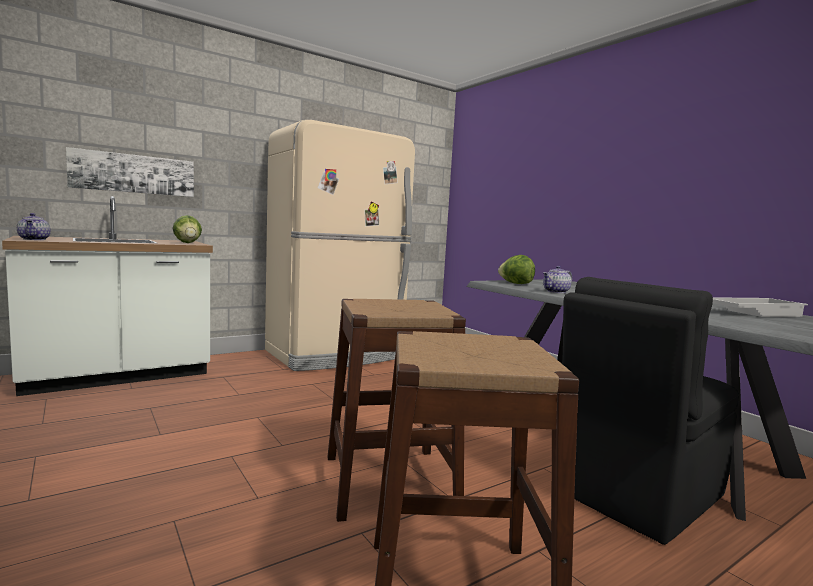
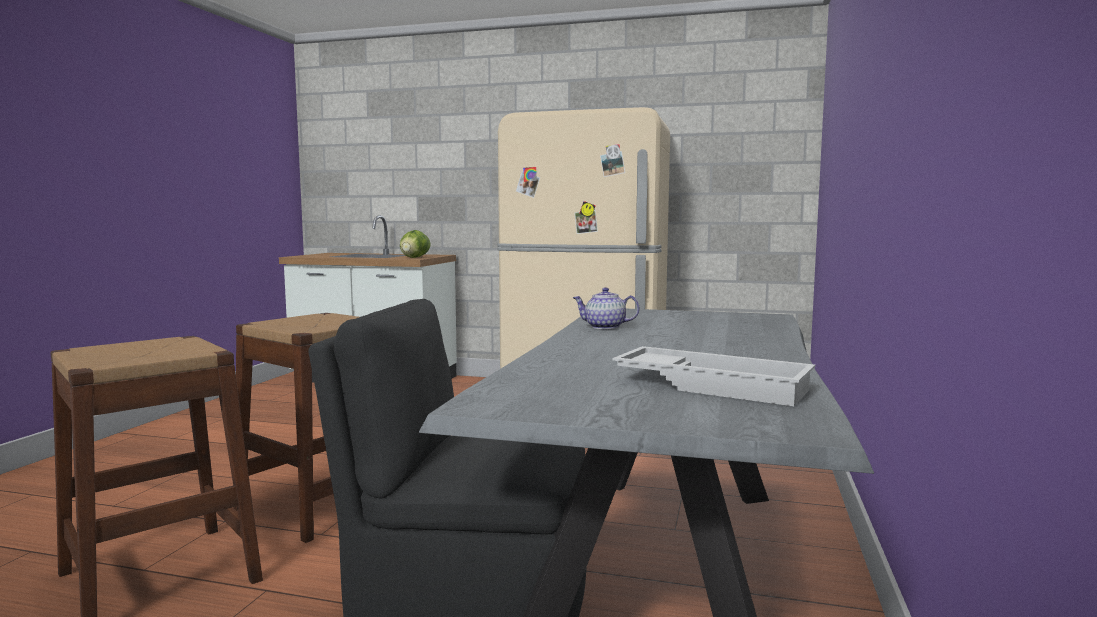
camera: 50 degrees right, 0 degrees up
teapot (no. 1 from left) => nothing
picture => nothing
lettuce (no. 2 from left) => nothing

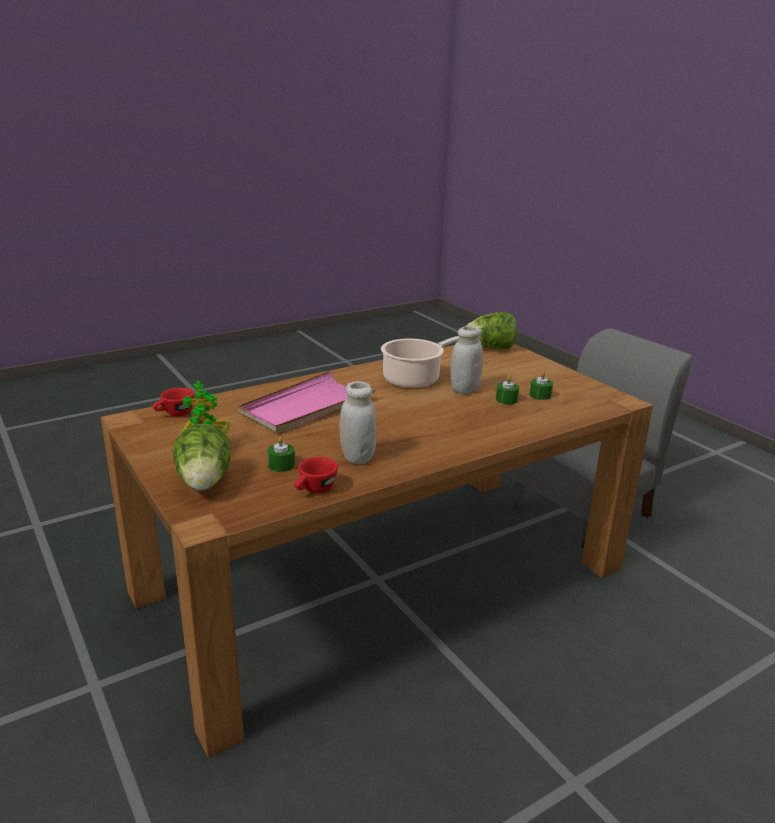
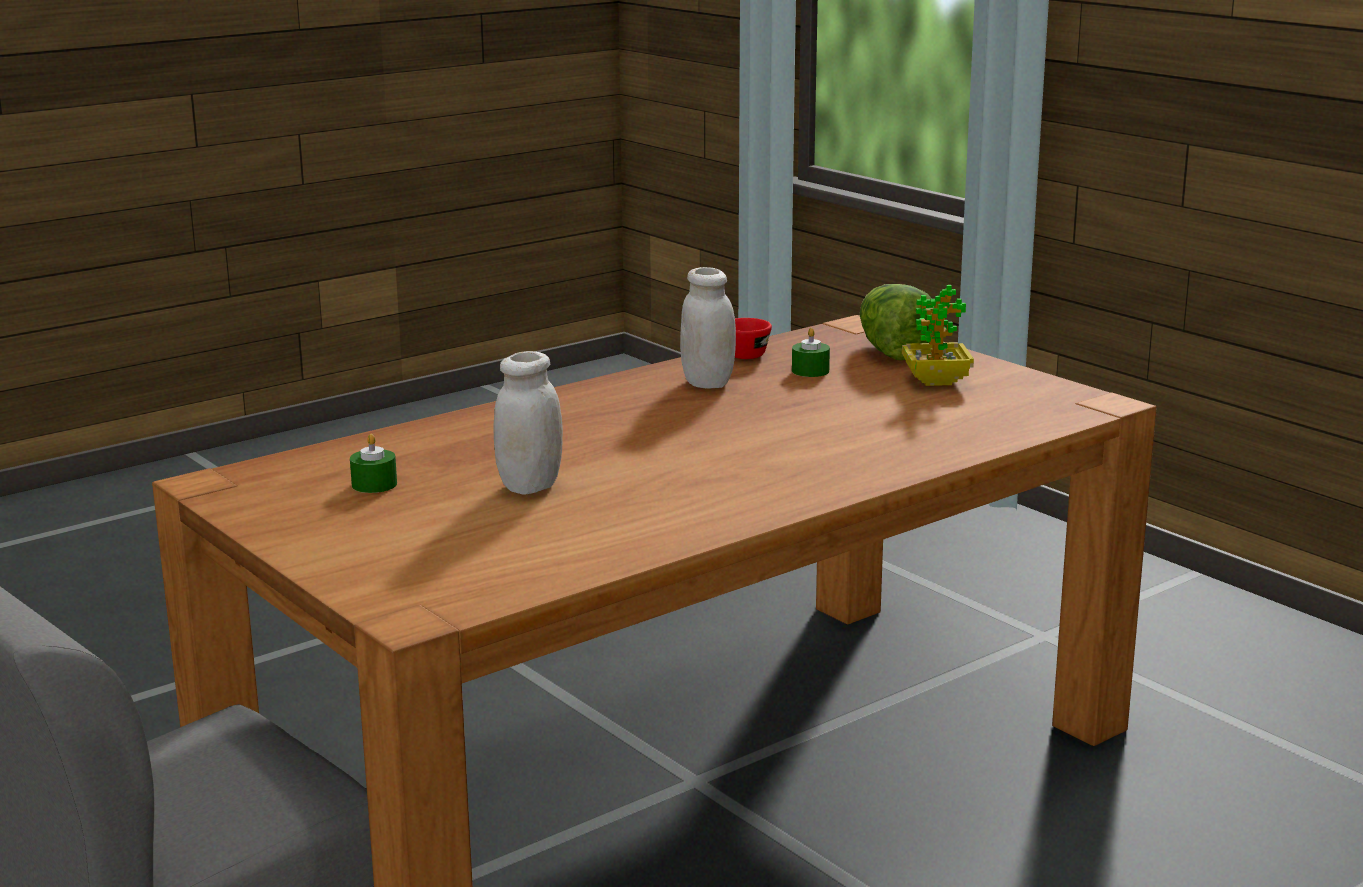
camera: 175 degrees right, 5 degrees down
cup (red) (no. 1 from left) => nothing
tray (pink) => nothing
cooking pot => nothing
lettuce (no. 2 from left) => nothing
candle (green) (no. 2 from left) => nothing

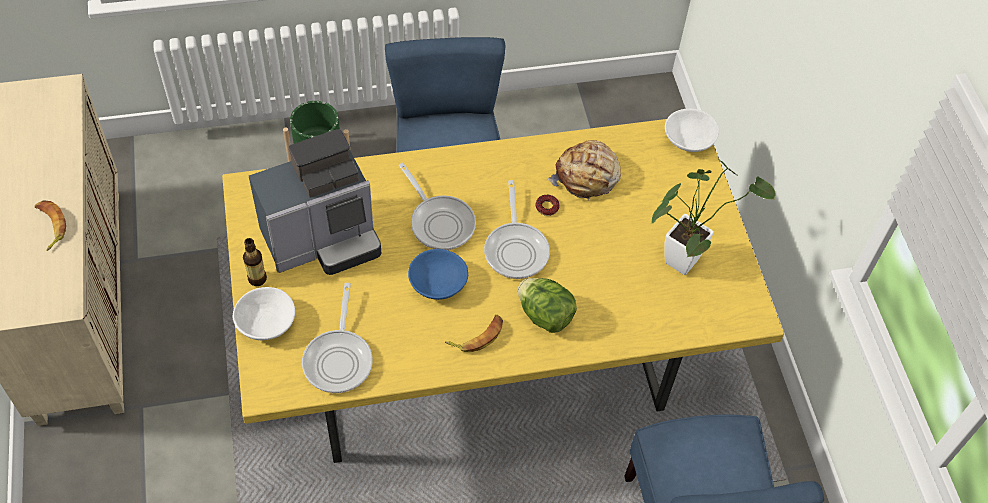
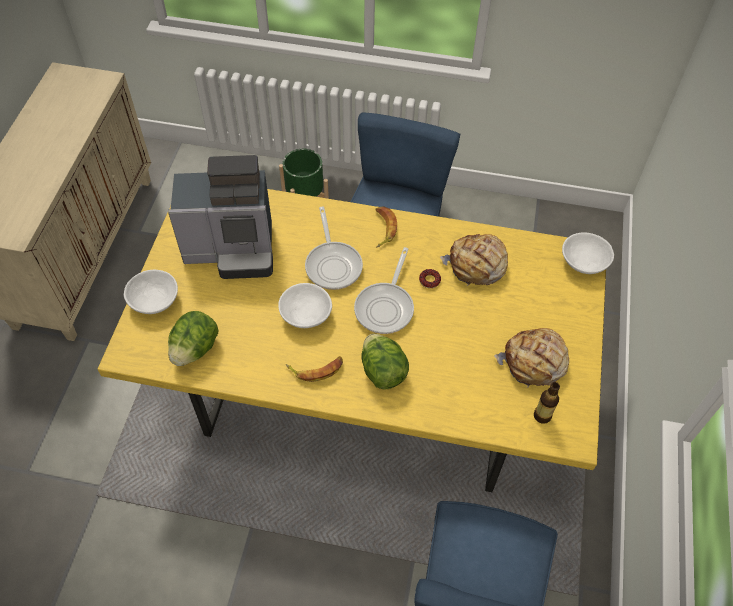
camera: 25 degrees right, 0 degrees up
banana (no. 1 from left in the first image) => banana (no. 2 from left), shifted
bottle, shifted
frying pan (no. 1 from left) => lettuce (no. 1 from left)
potted plant => bread (no. 2 from left)
bowl (blue) => bowl (white) (no. 2 from left)

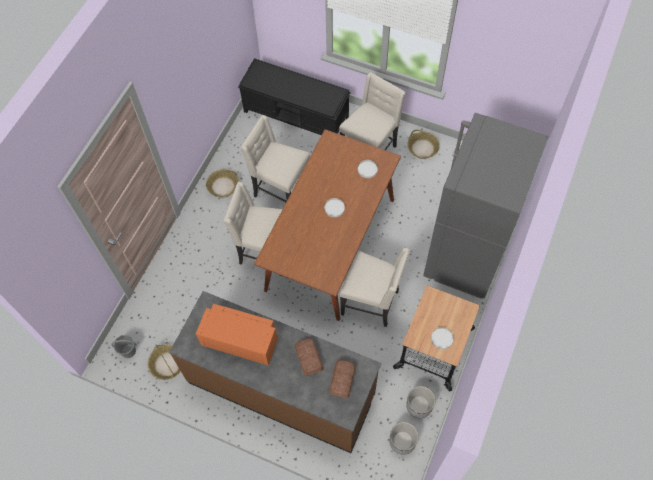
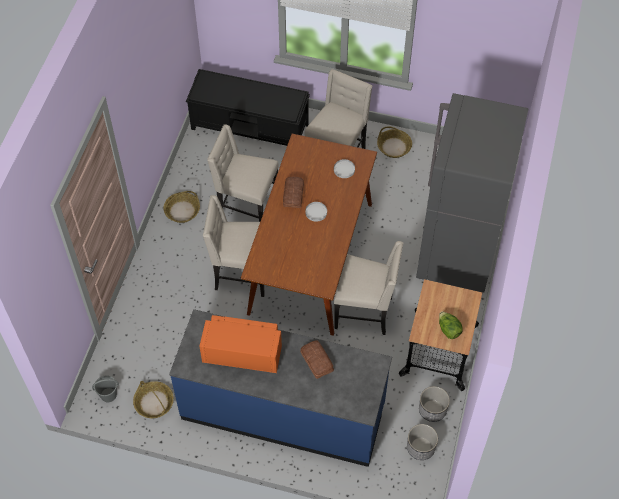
camera: 10 degrees left, 5 degrees down
bread (no. 2 from left in the first image) => bread (no. 1 from left), shifted
plate (white) (no. 3 from left) => lettuce
counter (brown) => counter (blue)

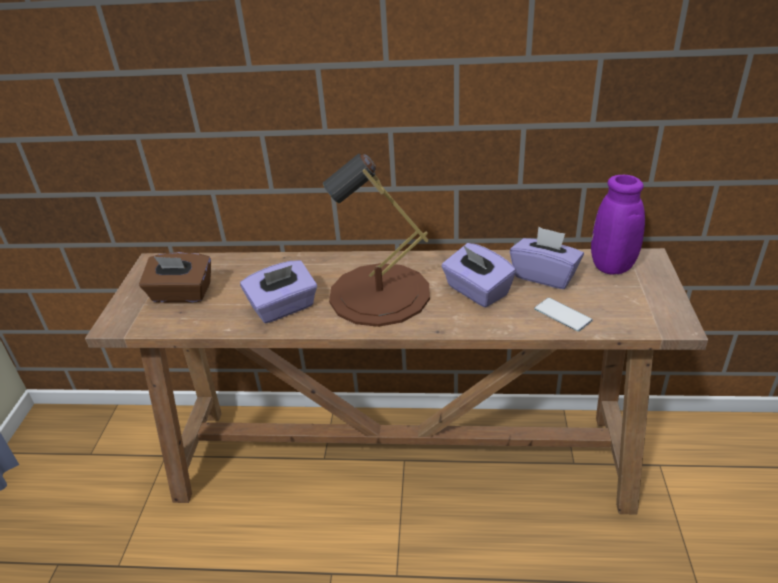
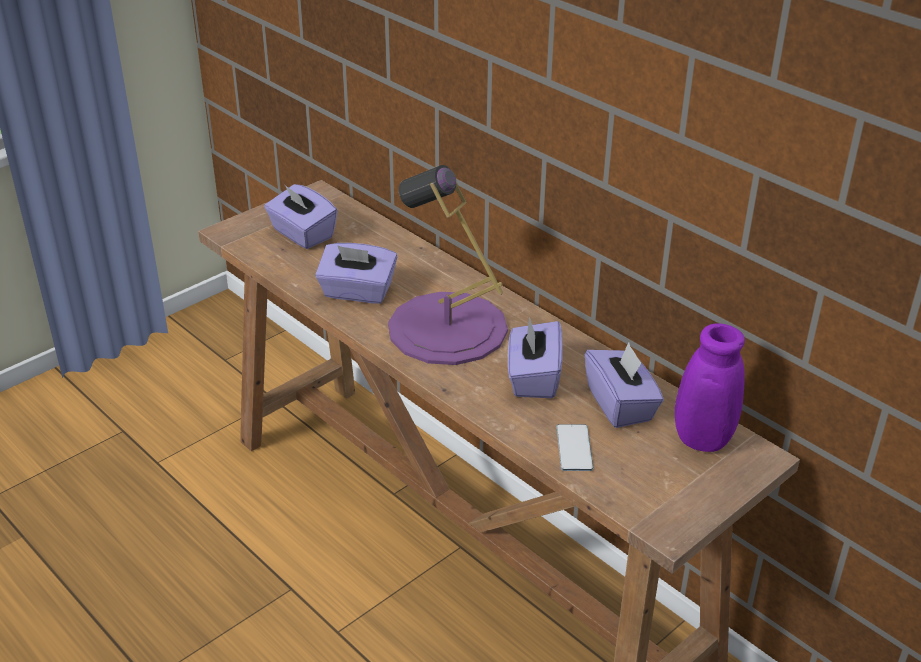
camera: 40 degrees right, 0 degrees up
tissue box (brown) => tissue box (purple) (no. 1 from left)
table lamp (brown) => table lamp (purple)

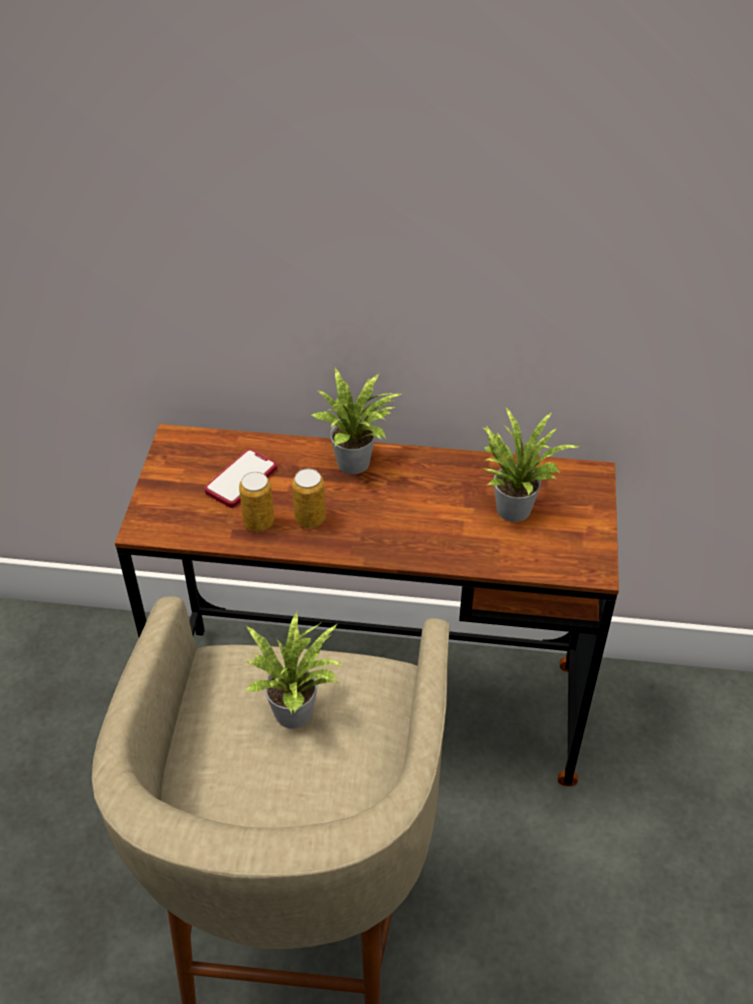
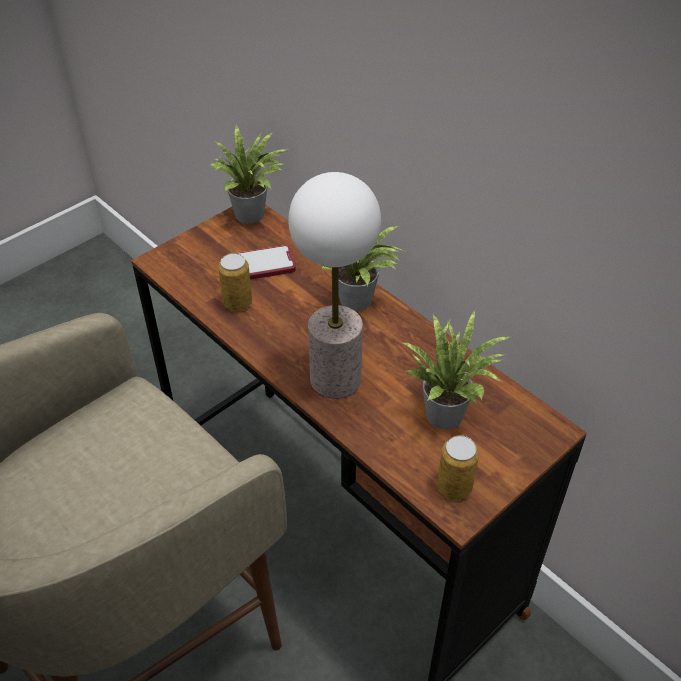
camera: 40 degrees right, 0 degrees up
nothing => table lamp
potted plant (no. 1 from left), shifted
can (no. 2 from left), shifted

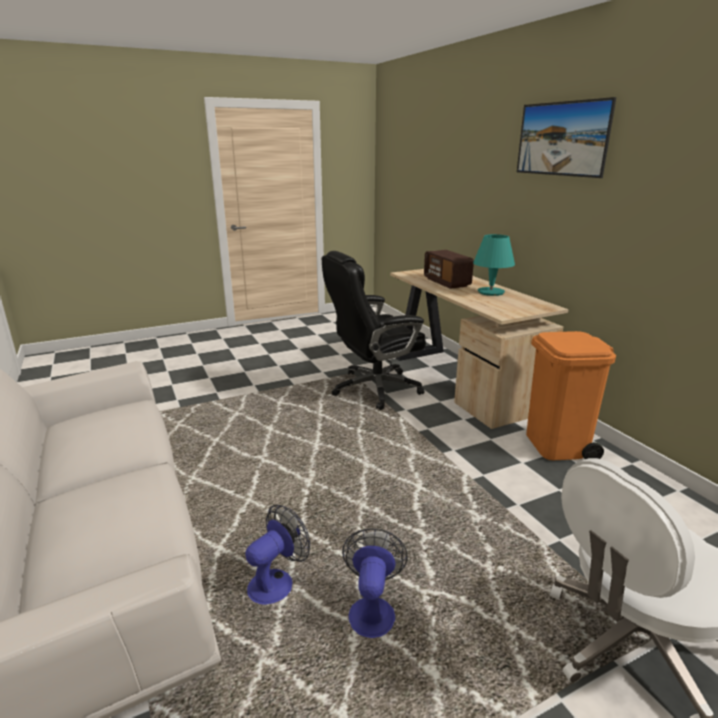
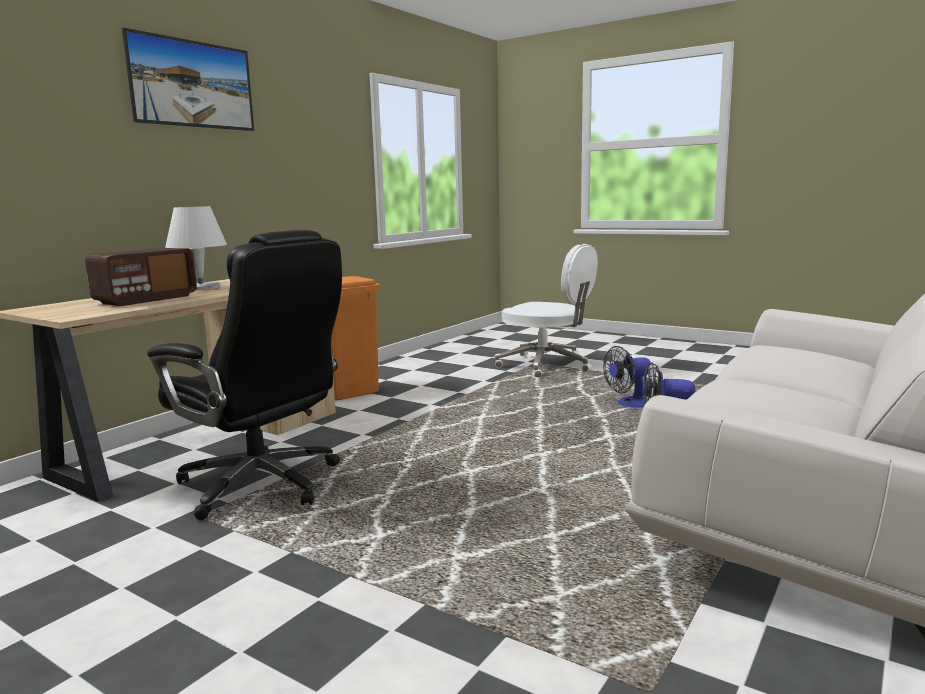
camera: 120 degrees left, 10 degrees down
table lamp (turquoise) => table lamp (white)

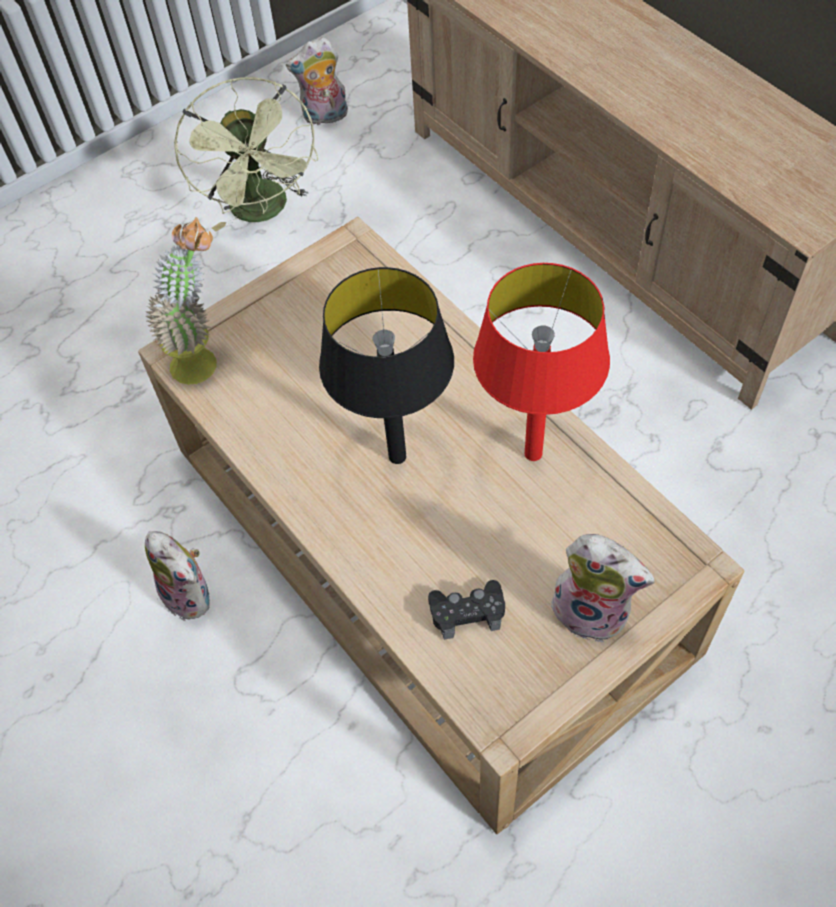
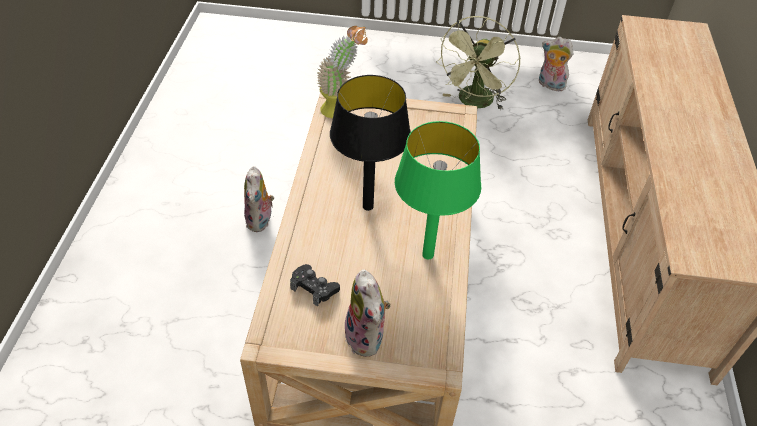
camera: 40 degrees right, 10 degrees down
table lamp (red) => table lamp (green)

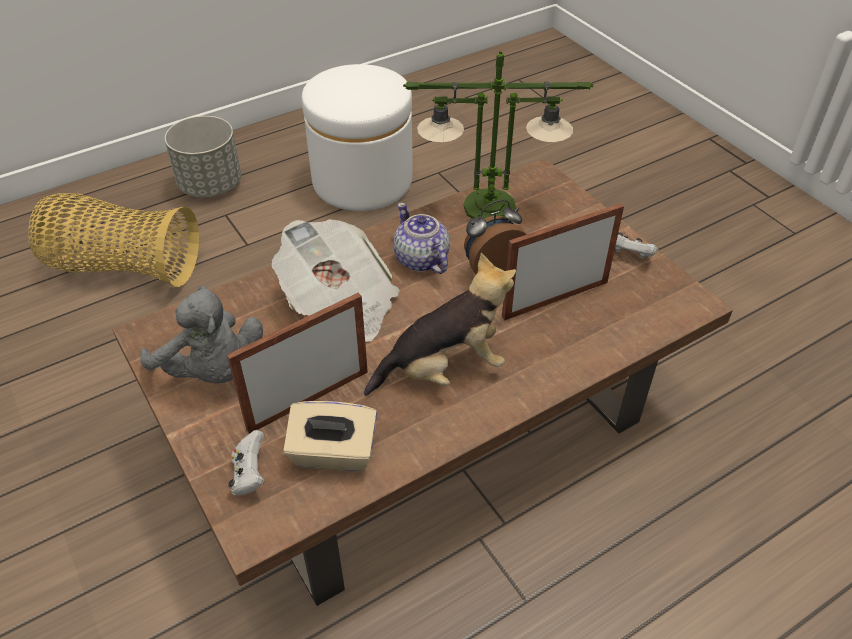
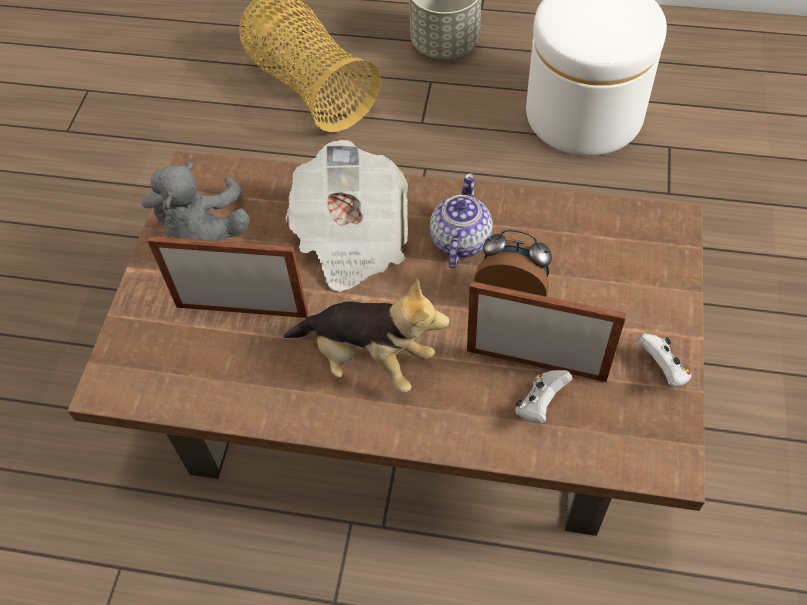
camera: 45 degrees right, 10 degrees up
tissue box (beige) => nothing
table lamp => nothing
game controller (white) (no. 1 from left), shifted

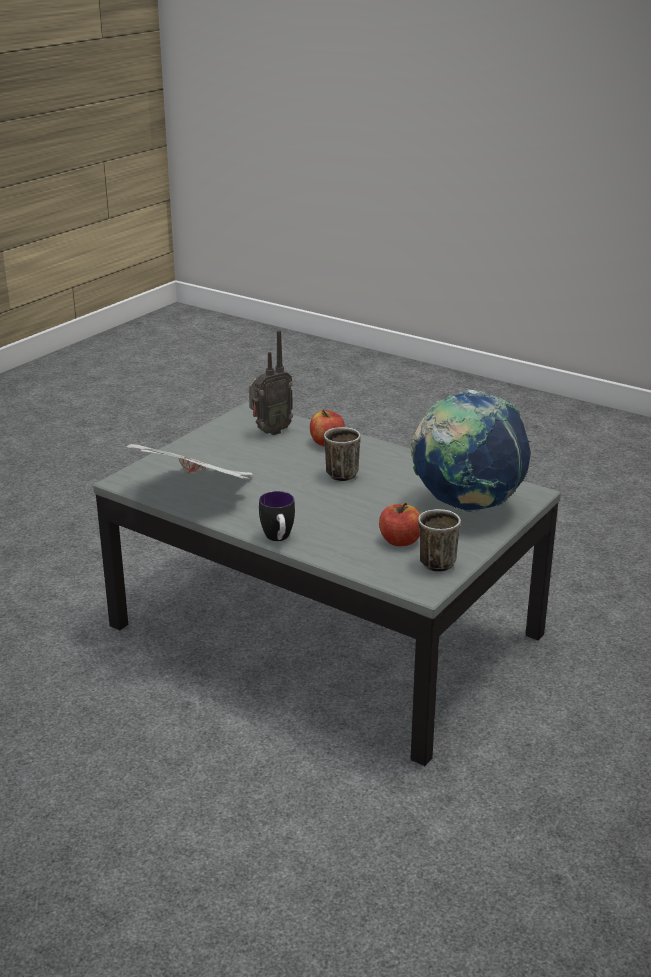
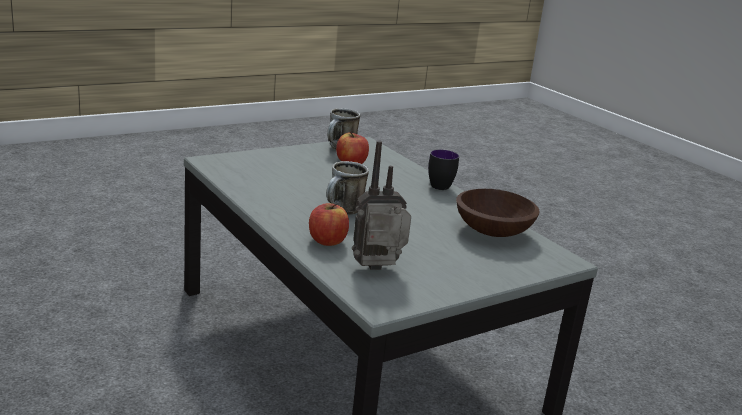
camera: 160 degrees left, 5 degrees down
globe => nothing
newspaper => bowl (brown)

